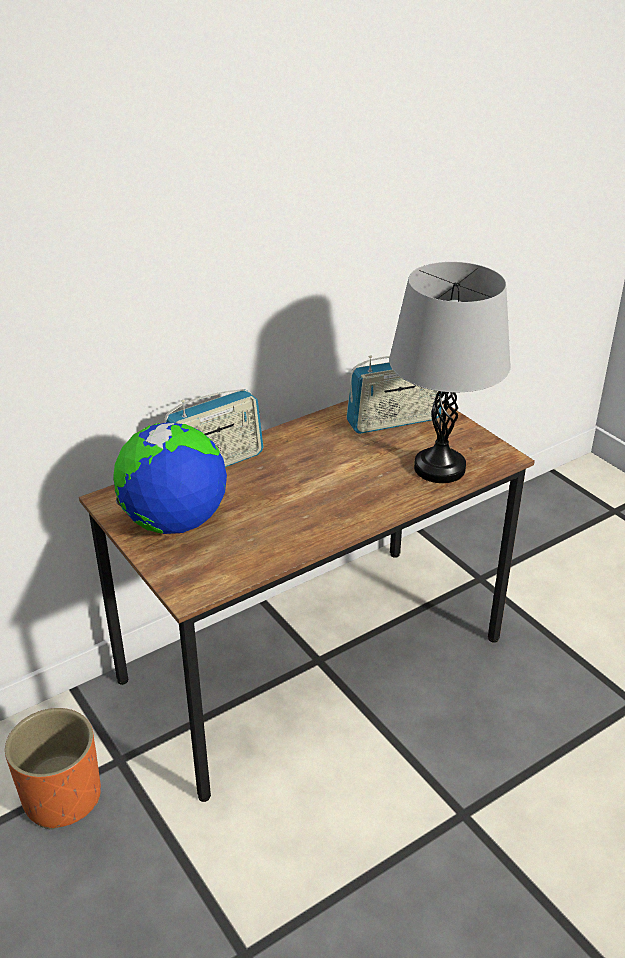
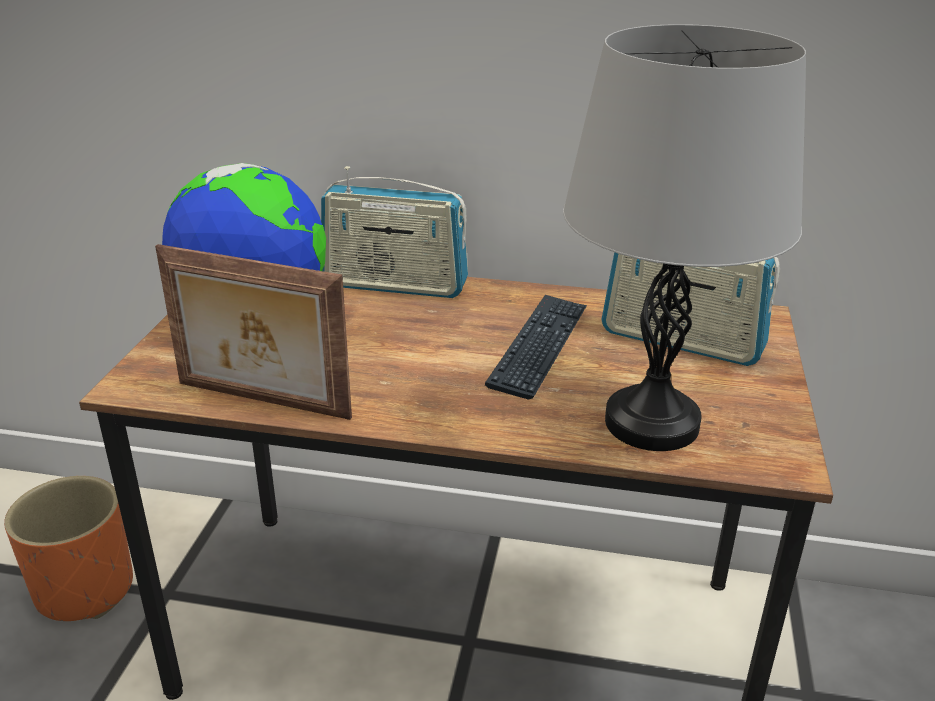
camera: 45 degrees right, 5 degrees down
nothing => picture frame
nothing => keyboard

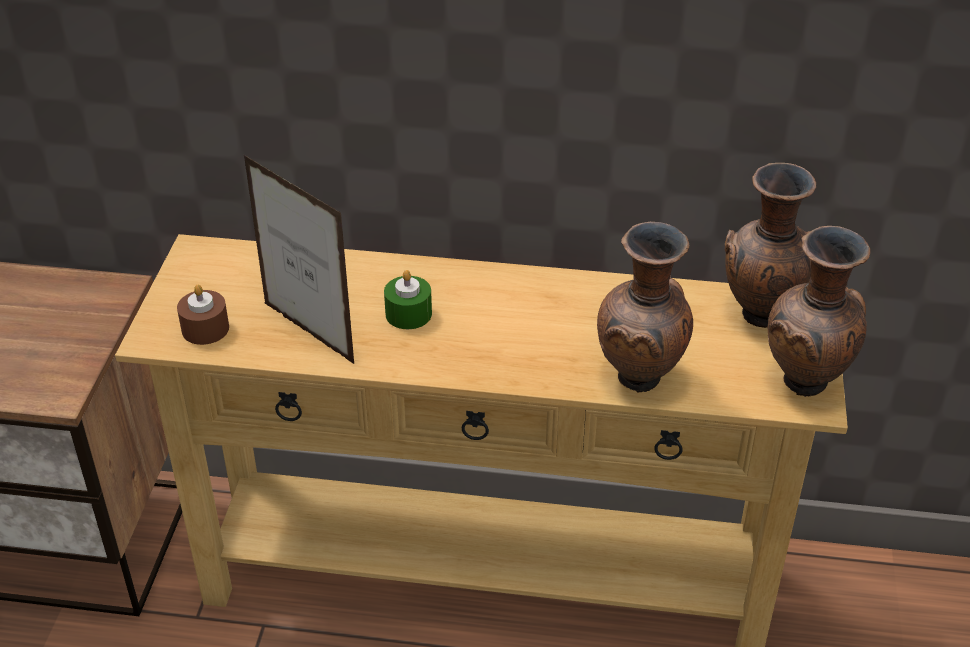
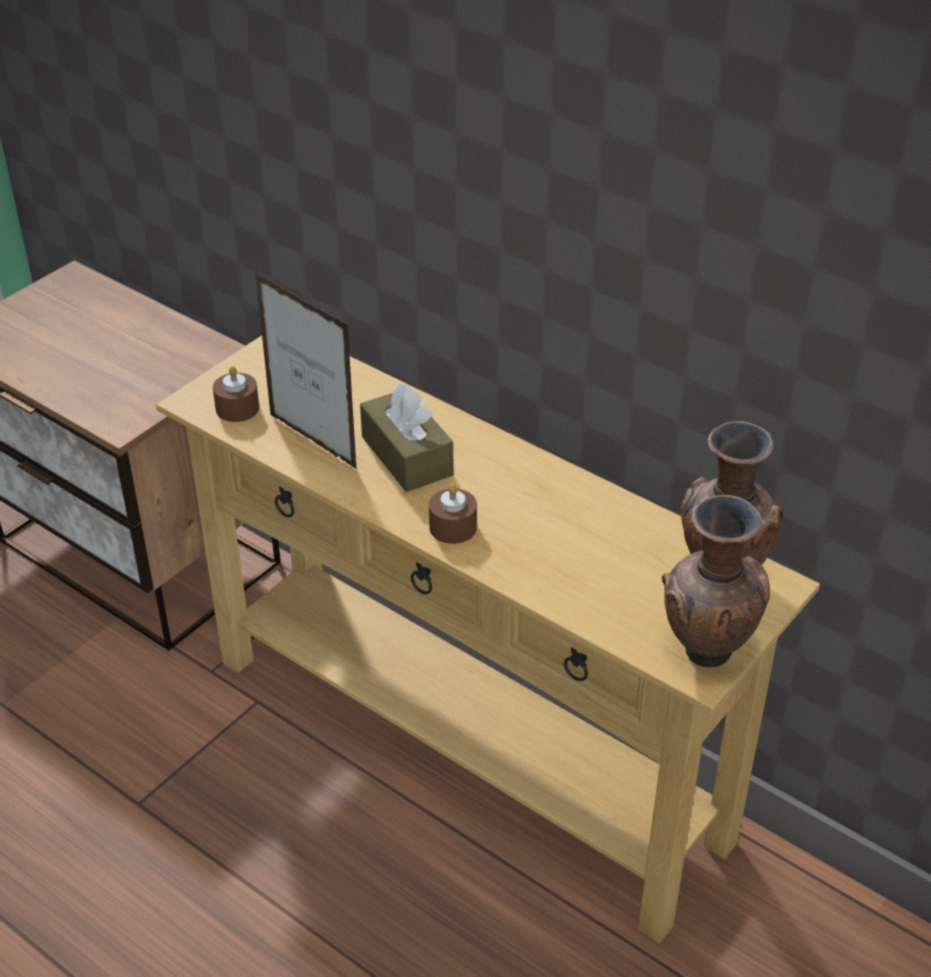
camera: 30 degrees right, 0 degrees up
vase (brown) (no. 1 from left) => nothing
nothing => candle (brown) (no. 2 from left)
candle (green) => tissue box (brown)
picture frame, 150 degrees clockwise

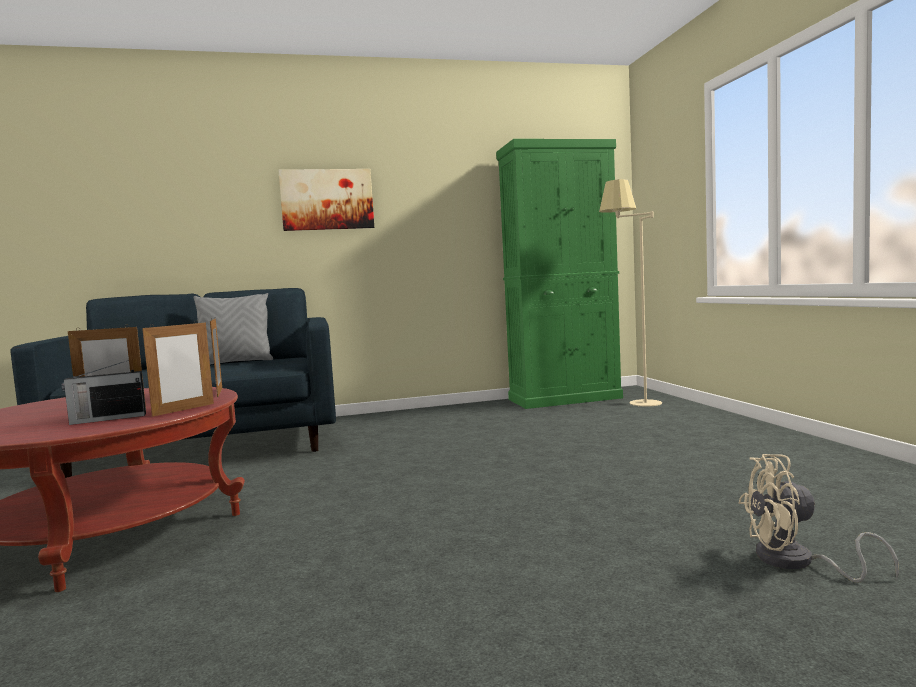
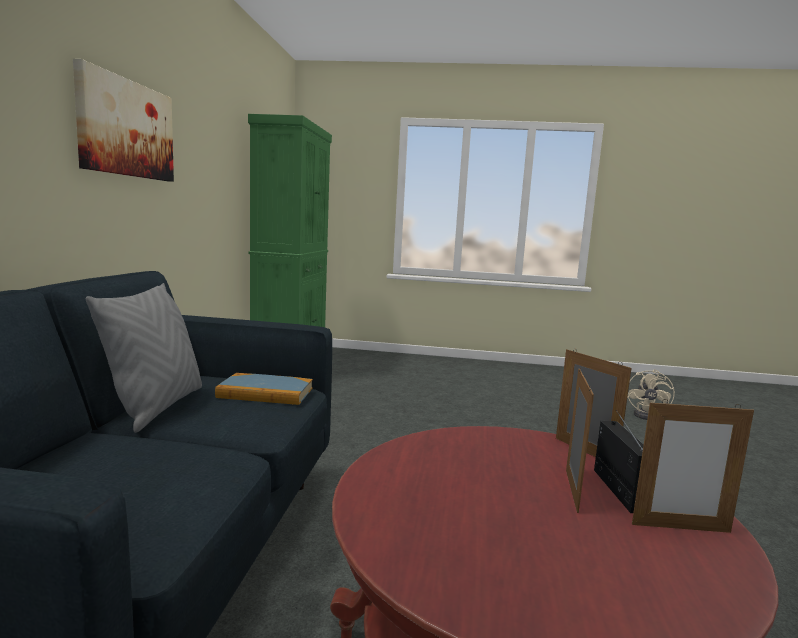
camera: 70 degrees left, 5 degrees up
floor lamp (beige) => nothing
nothing => book
picture frame (no. 3 from left), shifted

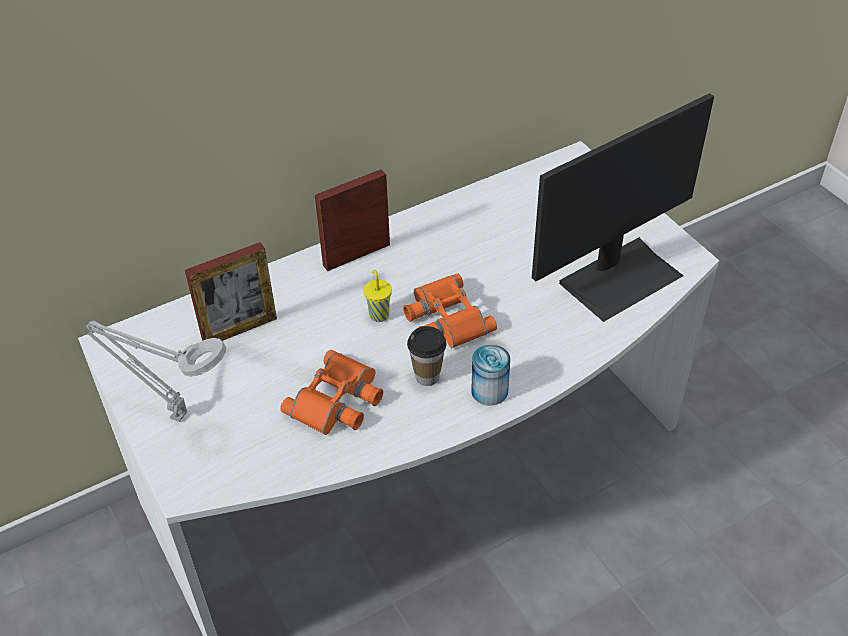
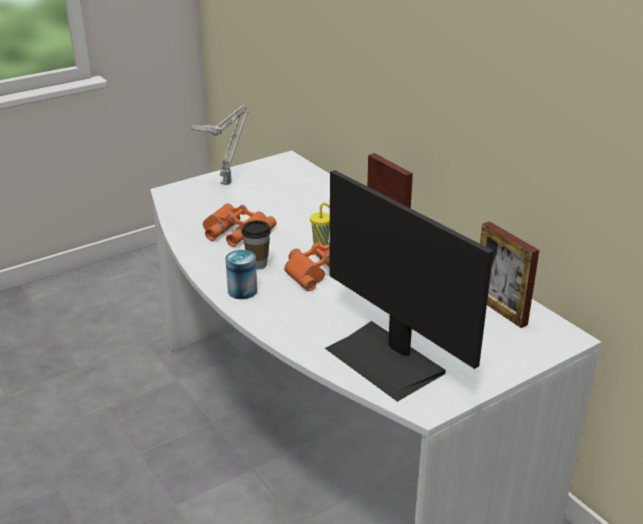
camera: 85 degrees right, 15 degrees down
picture frame (no. 1 from left in the first image) => picture frame (no. 2 from left), shifted

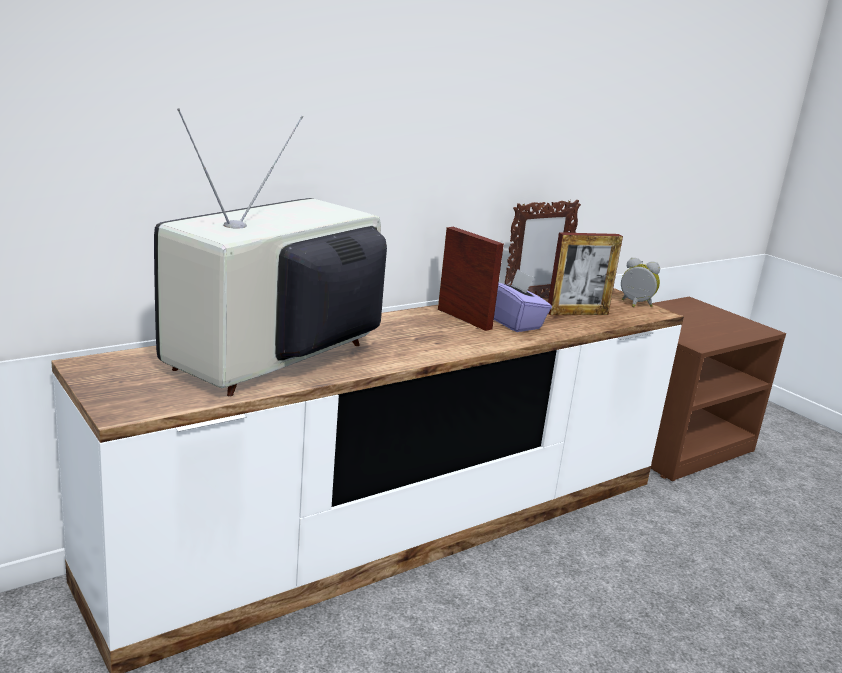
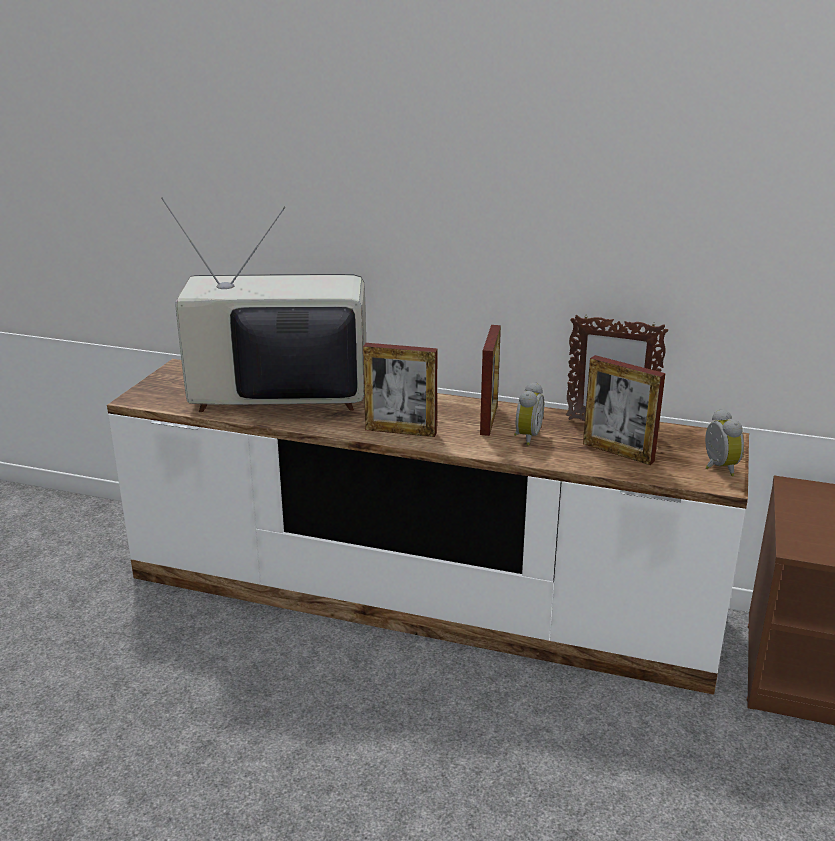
camera: 55 degrees right, 5 degrees up
nothing => picture frame (no. 1 from left)
tissue box (purple) => alarm clock (no. 1 from left)

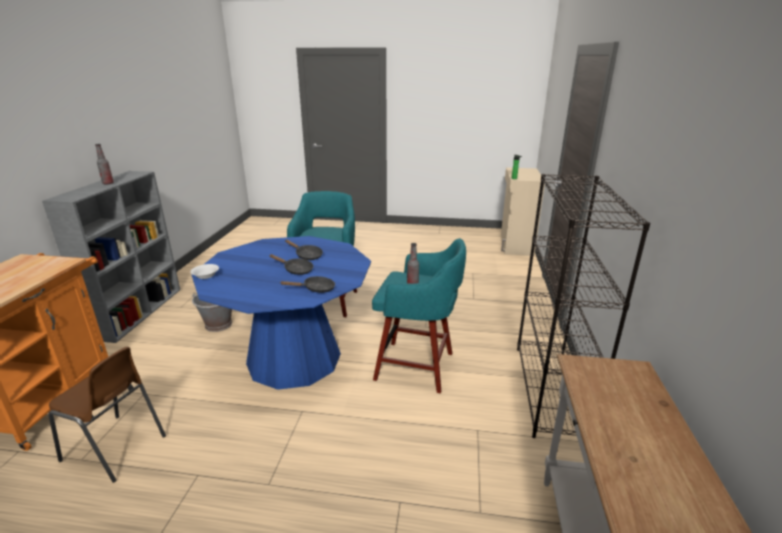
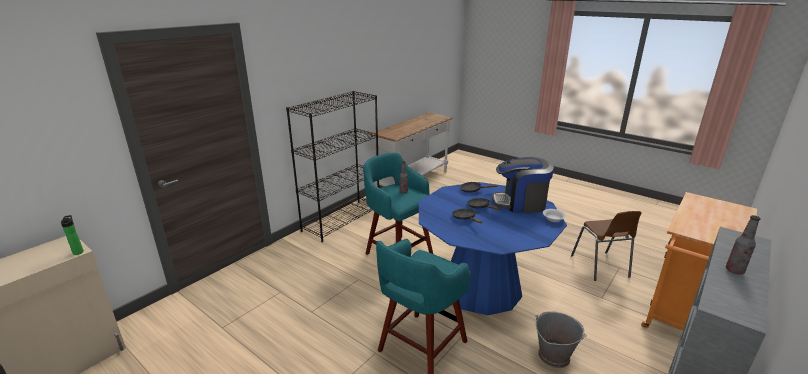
camera: 150 degrees left, 0 degrees up
nothing => coffee machine
chair (brown), 150 degrees counterclockwise

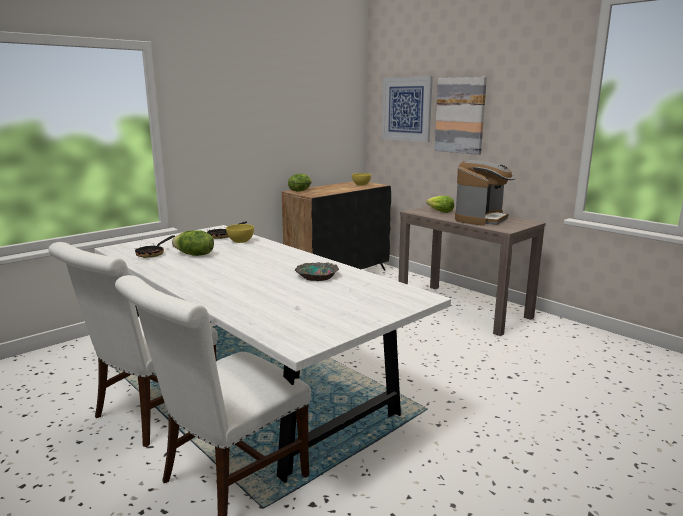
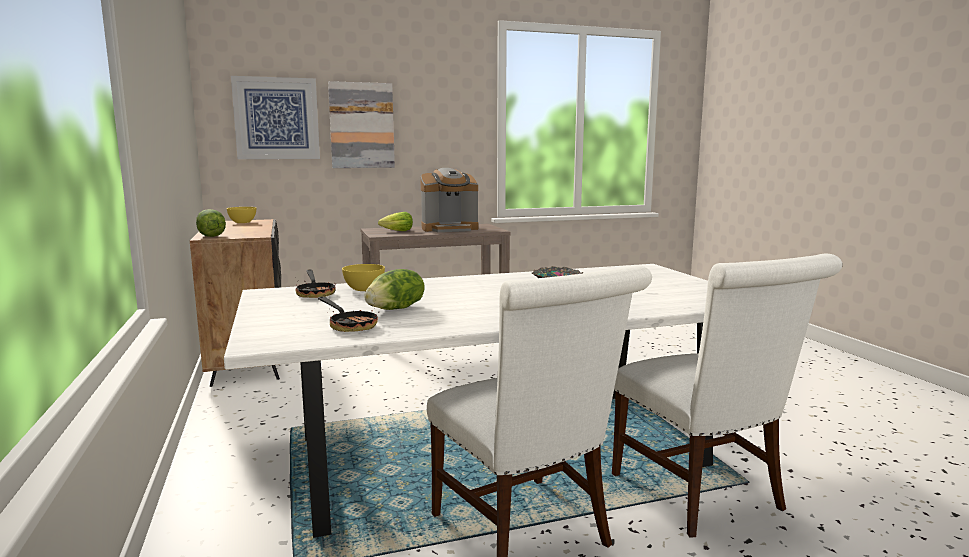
camera: 65 degrees left, 5 degrees down
coffee machine, 105 degrees clockwise

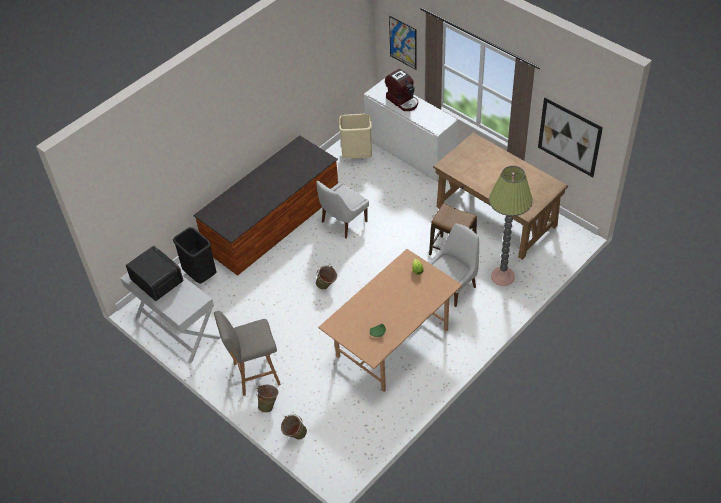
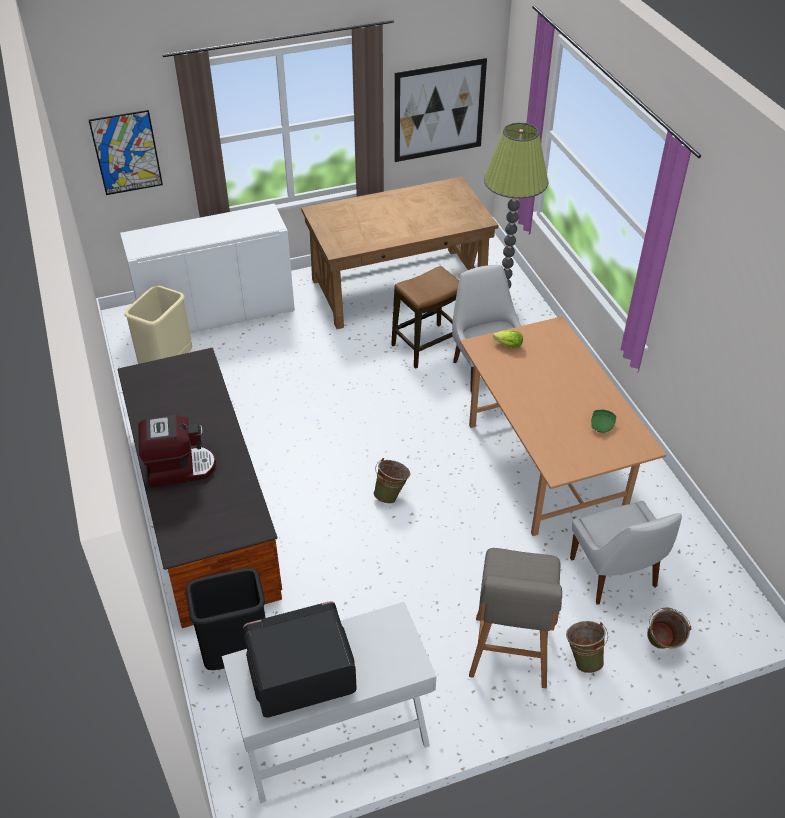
camera: 65 degrees left, 5 degrees down
chair (white) (no. 1 from left in the first image) => chair (white) (no. 2 from left), shifted
coffee machine, shifted

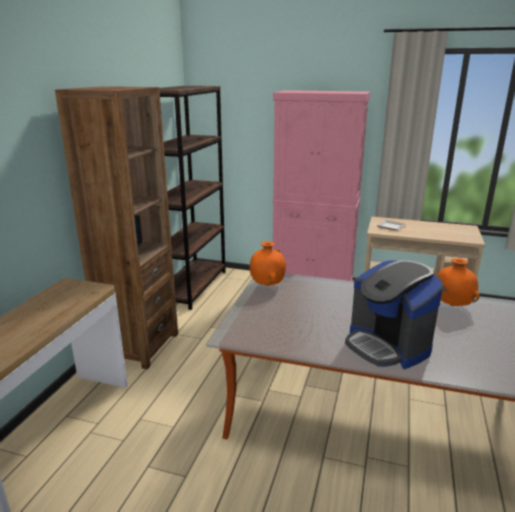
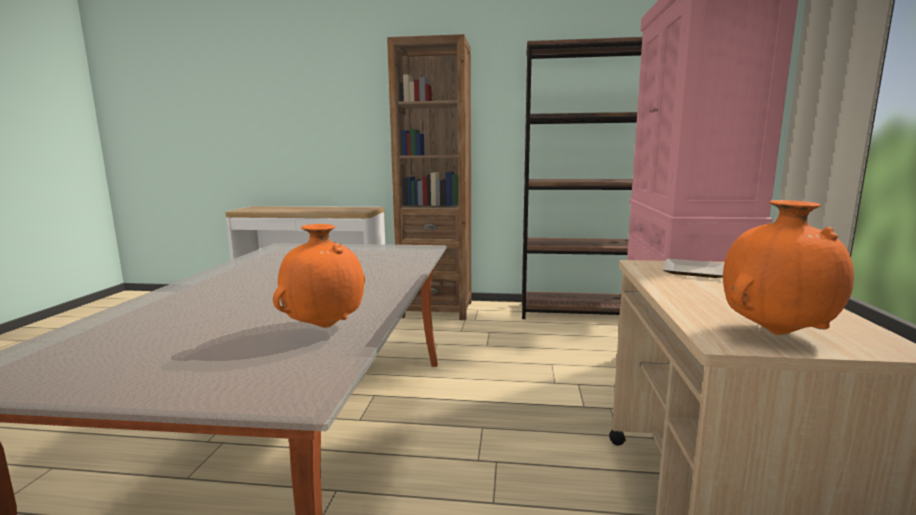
camera: 80 degrees right, 10 degrees down
coffee machine => nothing
vase (orange) (no. 1 from left in the first image) => vase (orange) (no. 2 from left), shifted

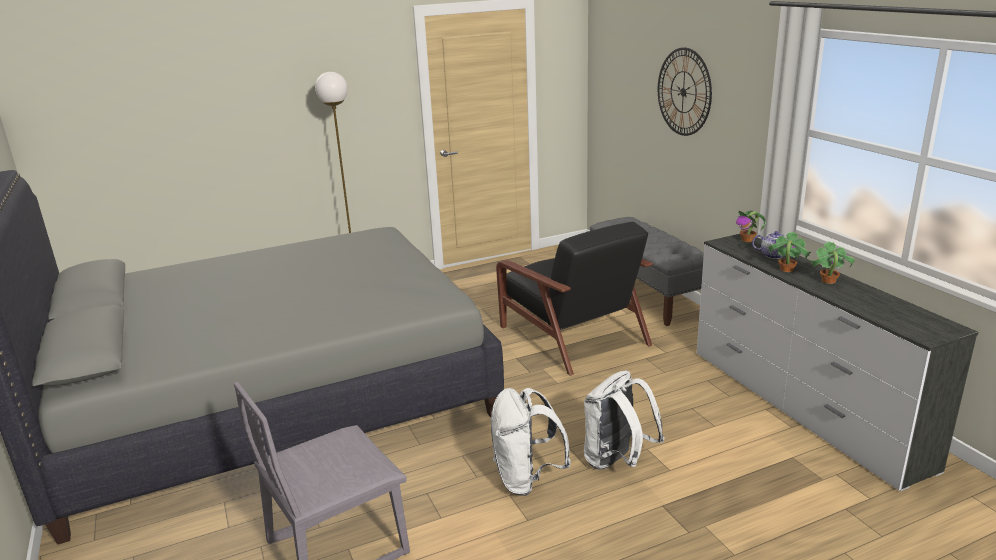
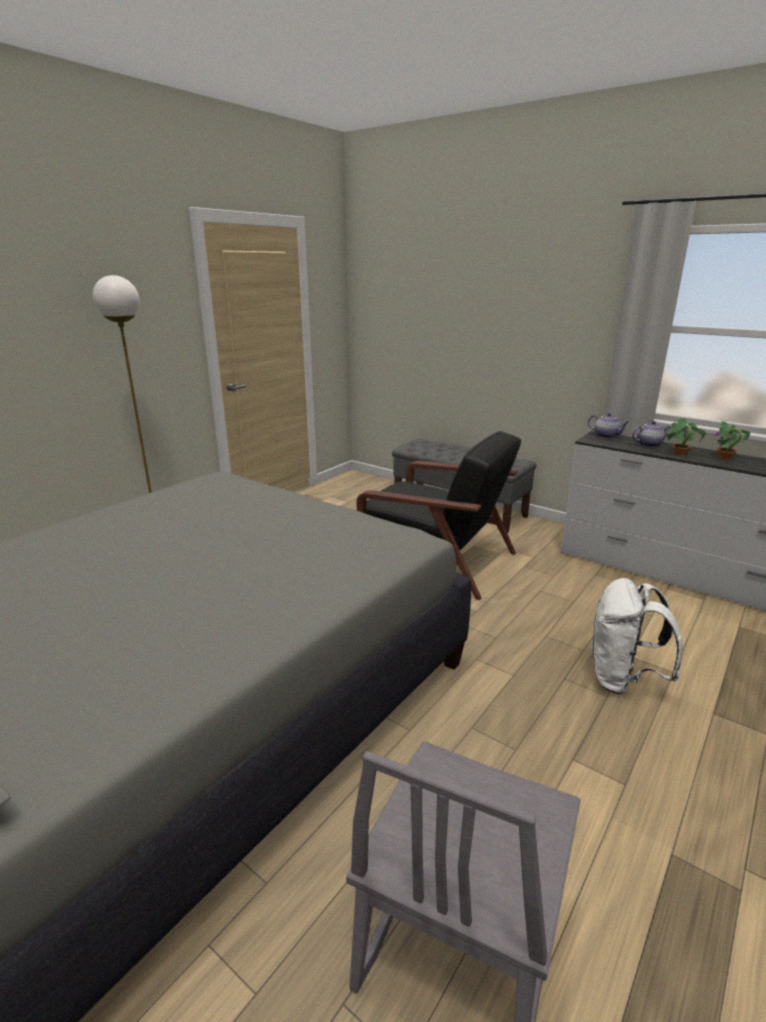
camera: 30 degrees left, 0 degrees up
backpack (white) (no. 1 from left) => nothing
wall clock => nothing
potted plant (no. 1 from left) => teapot (no. 1 from left)

